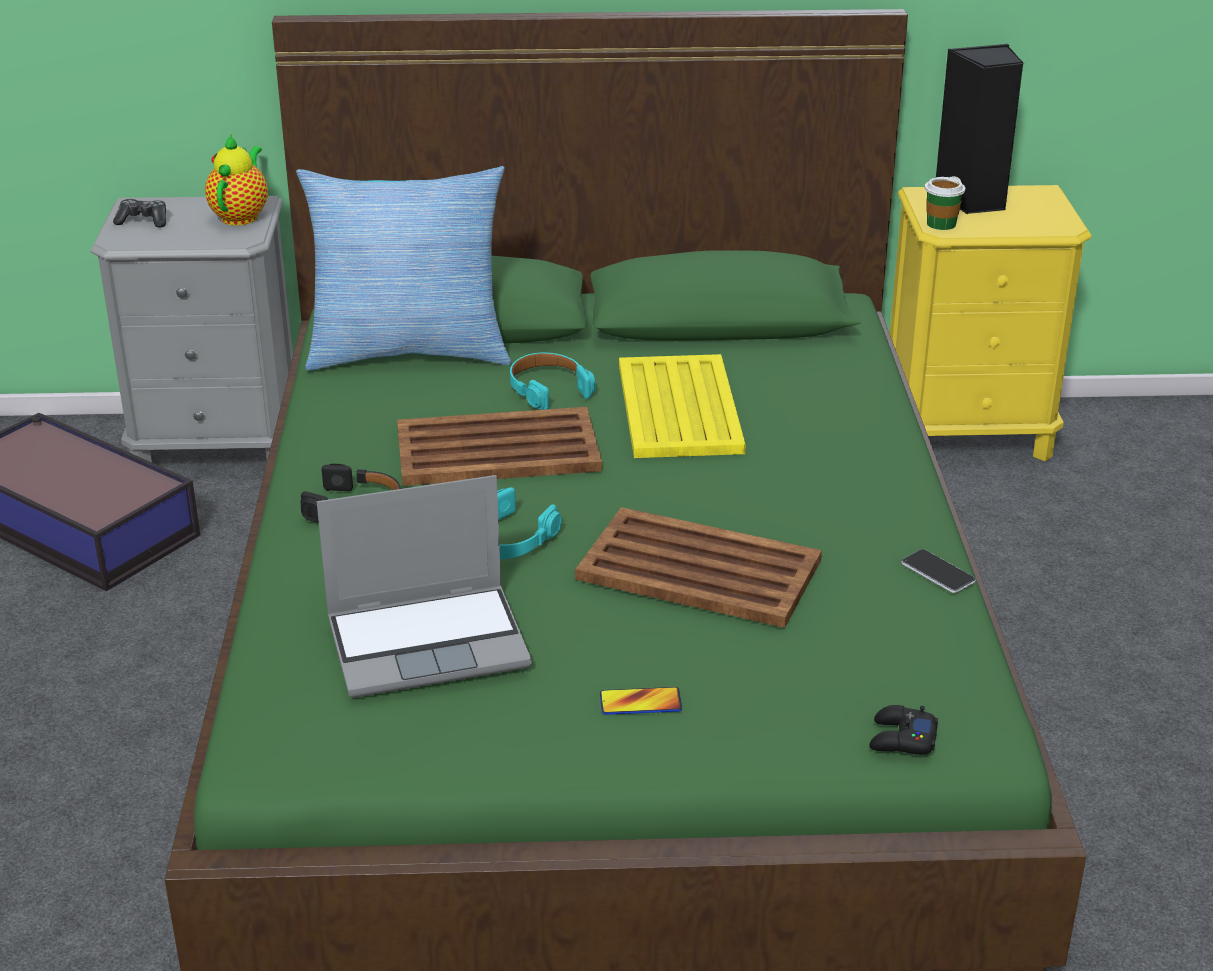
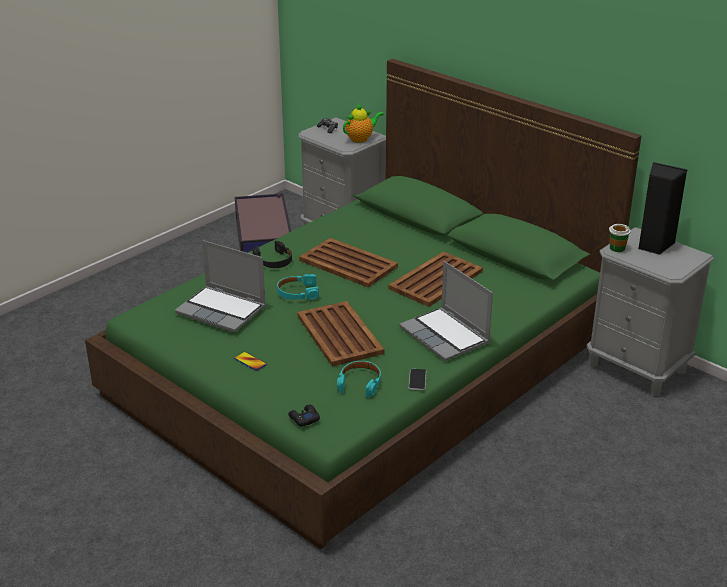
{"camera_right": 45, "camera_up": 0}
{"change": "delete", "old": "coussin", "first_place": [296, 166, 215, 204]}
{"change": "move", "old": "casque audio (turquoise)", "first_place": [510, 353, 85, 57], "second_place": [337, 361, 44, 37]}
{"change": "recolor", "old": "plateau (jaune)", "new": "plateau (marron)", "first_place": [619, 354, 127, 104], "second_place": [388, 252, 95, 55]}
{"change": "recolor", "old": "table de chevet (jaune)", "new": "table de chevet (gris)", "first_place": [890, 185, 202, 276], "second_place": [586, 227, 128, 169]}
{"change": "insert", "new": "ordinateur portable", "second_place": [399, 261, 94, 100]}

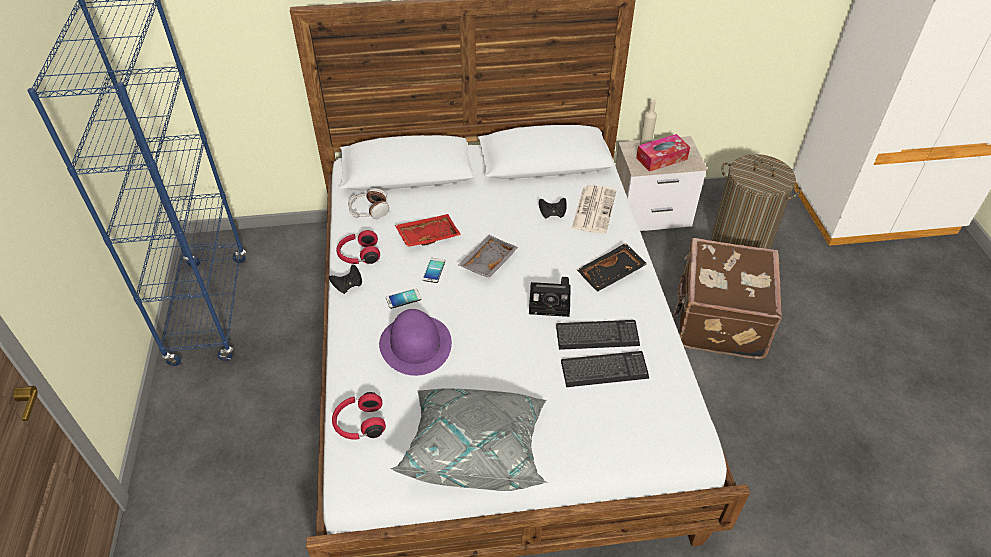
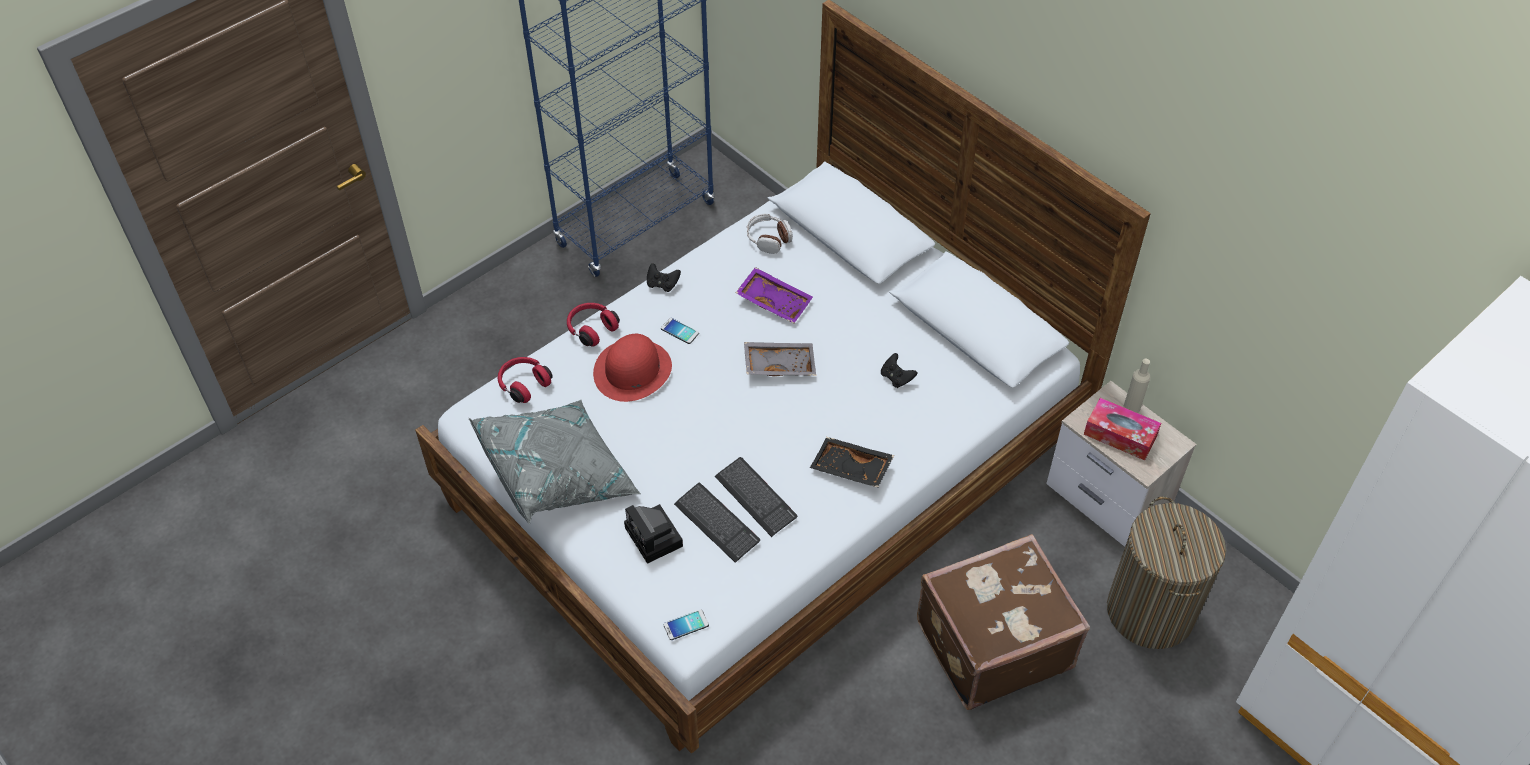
{"camera_right": 55, "camera_up": 5}
{"change": "move", "old": "casque audio (rouge)", "first_place": [337, 230, 43, 34], "second_place": [567, 303, 53, 44]}
{"change": "recolor", "old": "chapeau (violet)", "new": "chapeau (rouge)", "first_place": [379, 309, 73, 67], "second_place": [593, 334, 79, 68]}
{"change": "recolor", "old": "plateau (rouge)", "new": "plateau (violet)", "first_place": [395, 214, 66, 33], "second_place": [736, 267, 77, 57]}
{"change": "move", "old": "téléphone", "first_place": [423, 258, 22, 25], "second_place": [663, 609, 46, 31]}
{"change": "move", "old": "appareil photo", "first_place": [529, 277, 42, 40], "second_place": [624, 504, 59, 60]}
{"change": "delete", "old": "journal", "first_place": [571, 185, 45, 49]}

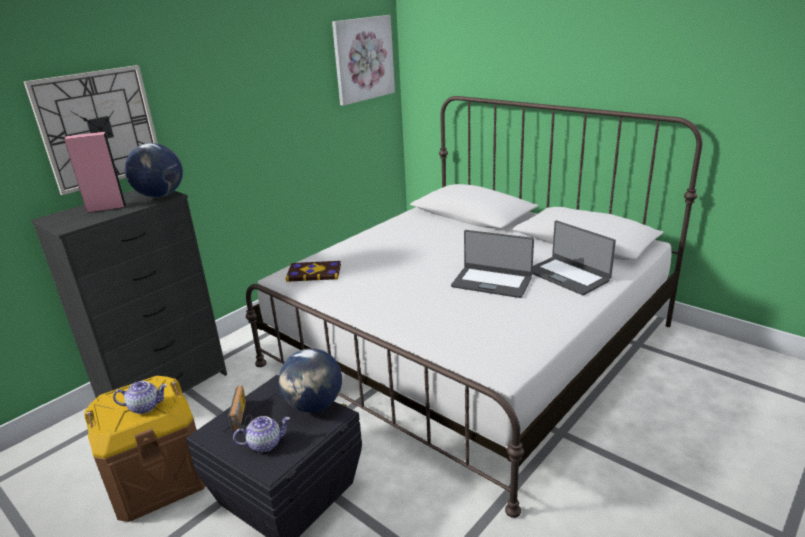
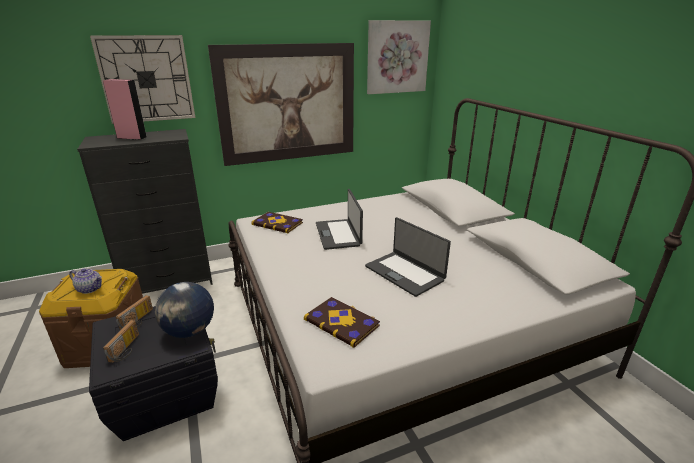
{"camera_right": 25, "camera_up": 0}
{"change": "delete", "old": "globe", "first_place": [125, 143, 58, 55]}
{"change": "replace", "old": "théière", "new": "radio", "first_place": [233, 416, 57, 36], "second_place": [103, 320, 36, 43]}
{"change": "move", "old": "ordinateur portable", "first_place": [532, 220, 84, 75], "second_place": [316, 189, 47, 61]}
{"change": "insert", "new": "tableau", "second_place": [208, 43, 146, 123]}
{"change": "insert", "new": "livre", "second_place": [304, 297, 76, 51]}

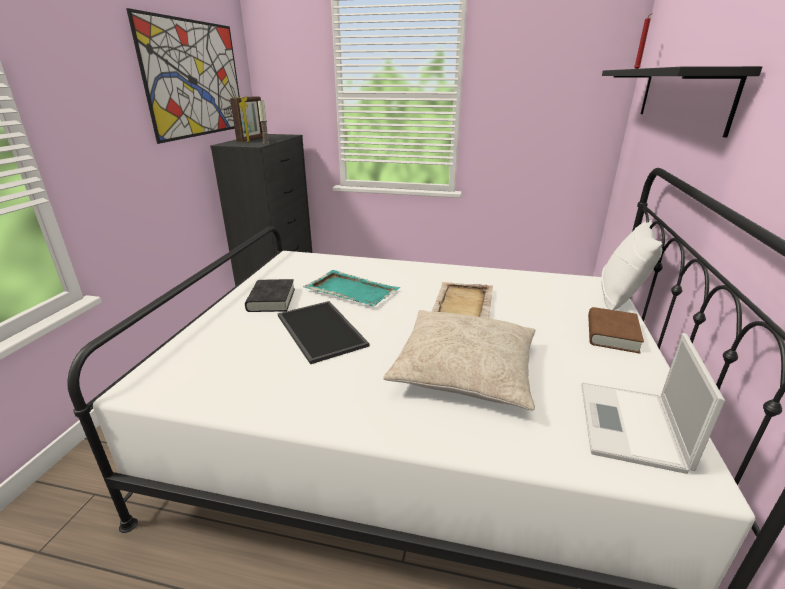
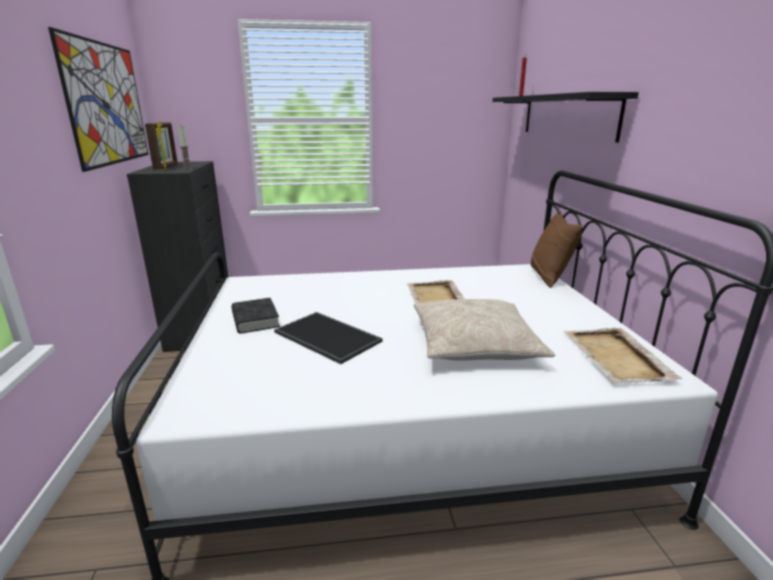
{"camera_right": -20, "camera_up": -5}
{"change": "delete", "old": "plateau (turquoise)", "first_place": [303, 270, 97, 36]}
{"change": "replace", "old": "ordinateur portable", "new": "plateau (beige)", "first_place": [581, 333, 144, 141], "second_place": [563, 328, 119, 54]}
{"change": "delete", "old": "livre (marron)", "first_place": [588, 307, 56, 47]}
{"change": "recolor", "old": "coussin (blanc)", "new": "coussin (marron)", "first_place": [601, 219, 61, 91], "second_place": [531, 211, 52, 77]}

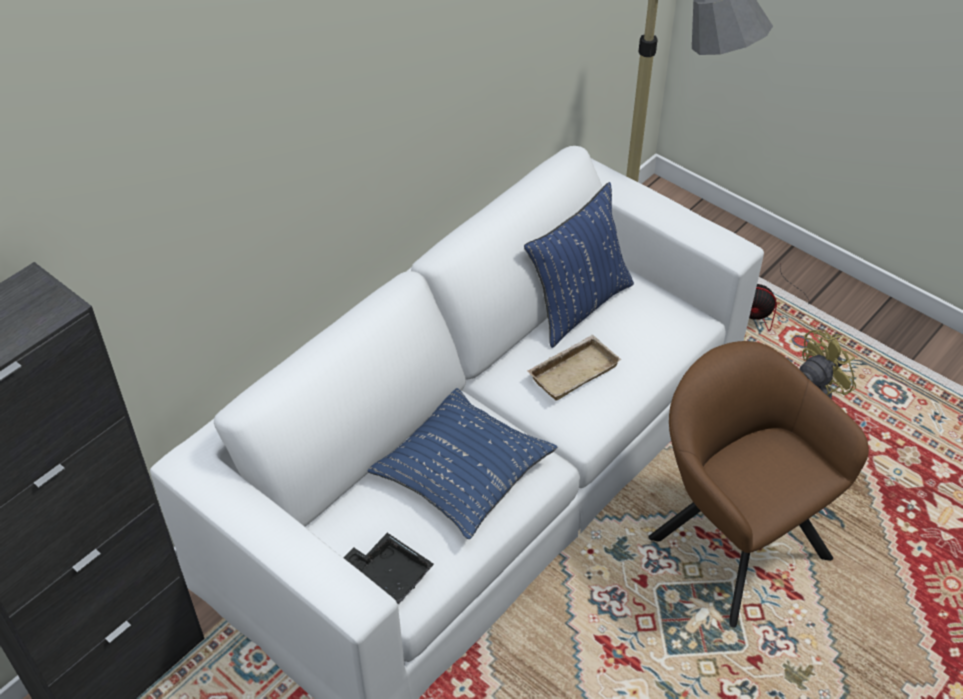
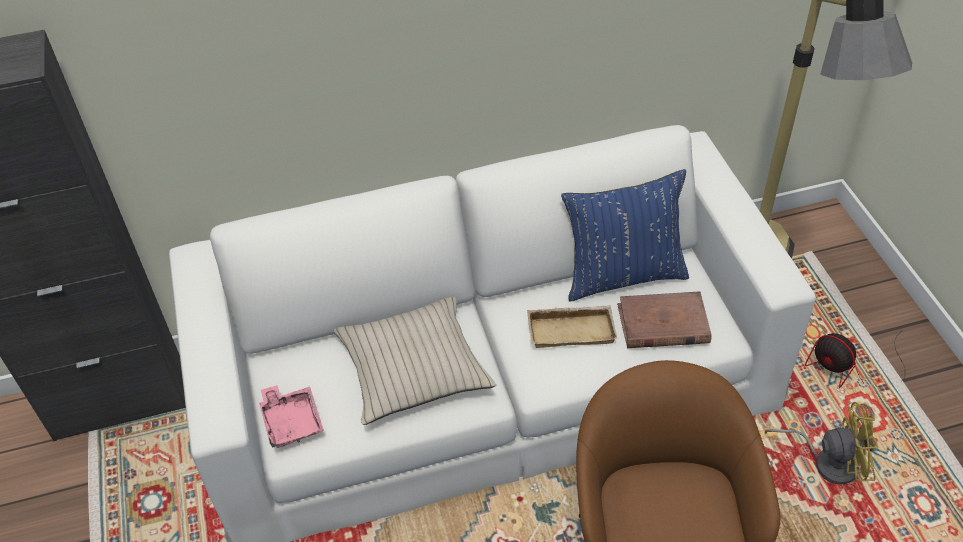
{"camera_right": 35, "camera_up": 0}
{"change": "recolor", "old": "plateau (noir)", "new": "plateau (rose)", "first_place": [344, 533, 90, 71], "second_place": [259, 385, 65, 63]}
{"change": "recolor", "old": "coussin (bleu)", "new": "coussin (beige)", "first_place": [367, 388, 190, 151], "second_place": [333, 297, 163, 128]}
{"change": "insert", "new": "livre (marron)", "second_place": [617, 291, 94, 57]}

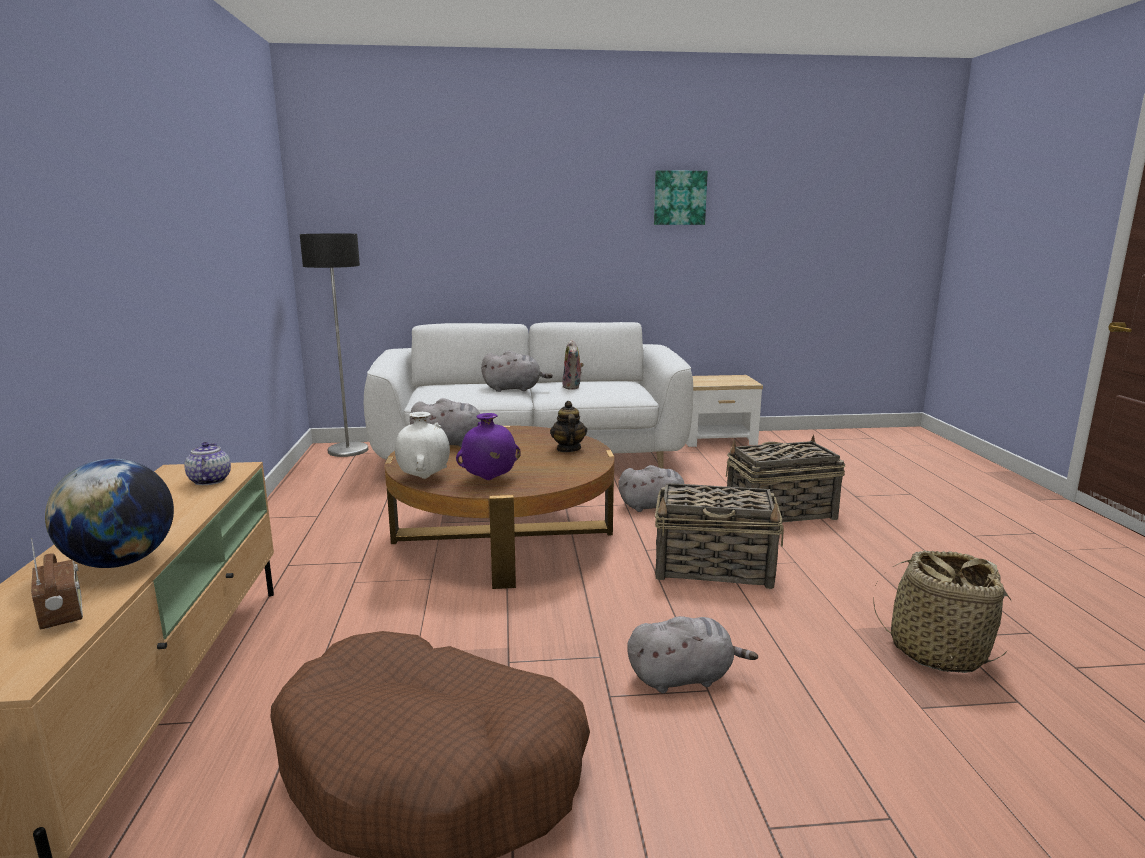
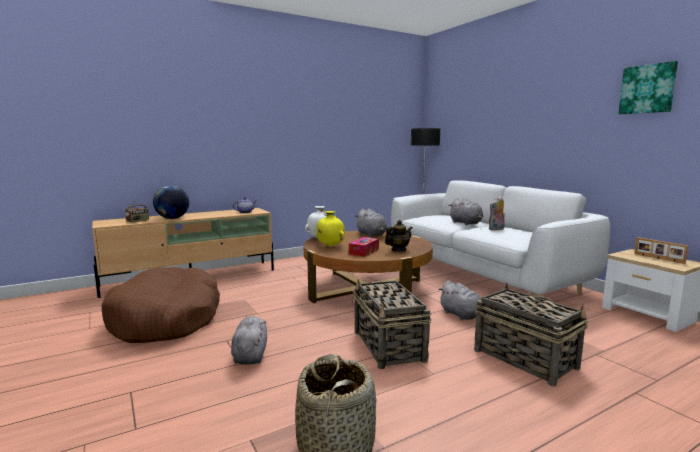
{"camera_right": 65, "camera_up": -5}
{"change": "recolor", "old": "vase (violet)", "new": "vase (jaune)", "first_place": [456, 413, 65, 67], "second_place": [316, 211, 29, 36]}
{"change": "rotate", "old": "peluche (gris)", "first_place": [627, 616, 131, 77], "second_place": [231, 316, 36, 49], "degrees": -150}
{"change": "insert", "new": "boîte à mouchoirs", "second_place": [349, 237, 30, 20]}
{"change": "insert", "new": "cadre photo", "second_place": [634, 237, 54, 27]}

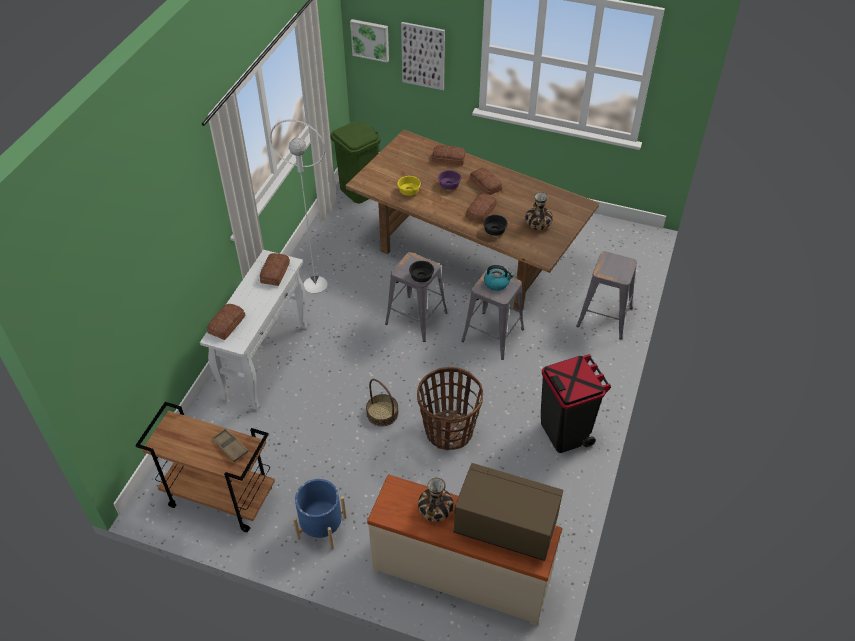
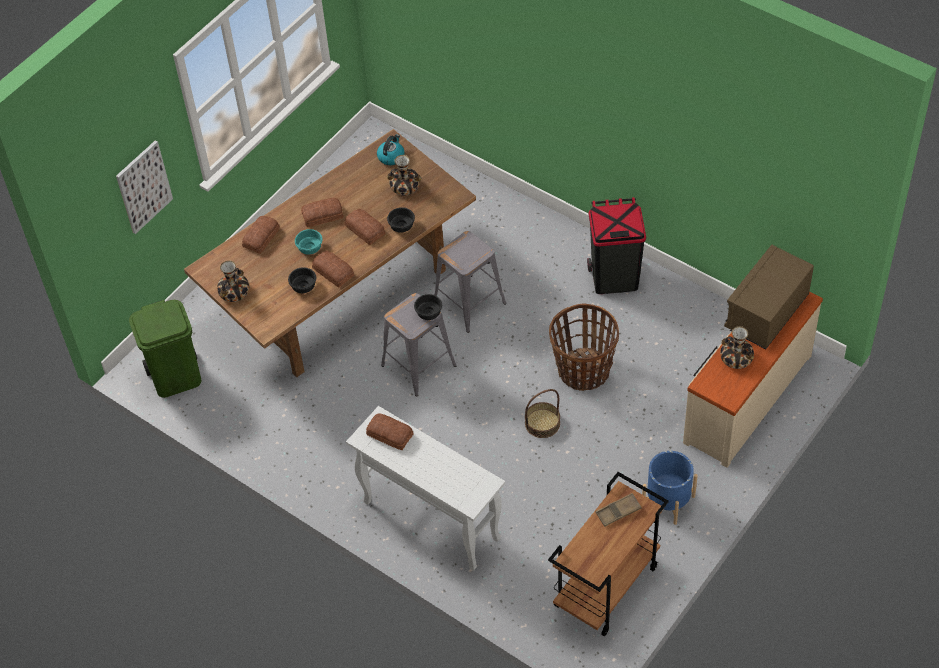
{"camera_right": -70, "camera_up": 5}
{"change": "move", "old": "pain", "first_place": [207, 304, 38, 36], "second_place": [312, 251, 42, 36]}
{"change": "delete", "old": "lampadaire (blanc)", "first_place": [270, 120, 58, 174]}
{"change": "delete", "old": "tableau", "first_place": [350, 19, 39, 44]}
{"change": "recolor", "old": "bol (jaune)", "new": "bol (noir)", "first_place": [397, 176, 24, 20], "second_place": [288, 267, 28, 26]}
{"change": "recolor", "old": "bol (violet)", "new": "bol (turquoise)", "first_place": [438, 170, 23, 20], "second_place": [295, 229, 28, 26]}
{"change": "move", "old": "bouilloire", "first_place": [484, 265, 30, 26], "second_place": [377, 134, 27, 31]}
{"change": "delete", "old": "tabouret (gris)", "first_place": [576, 251, 61, 88]}
{"change": "insert", "new": "vase", "second_place": [217, 261, 32, 41]}

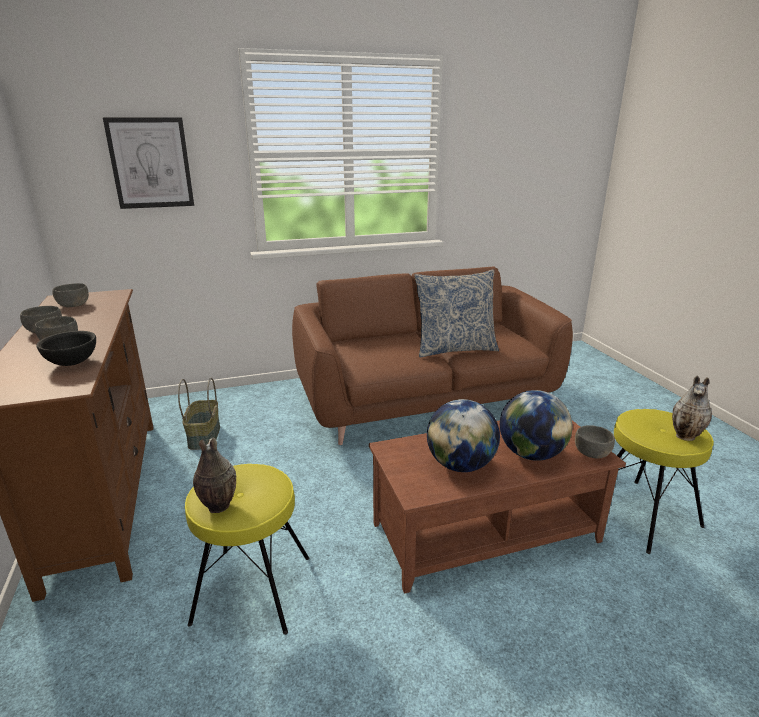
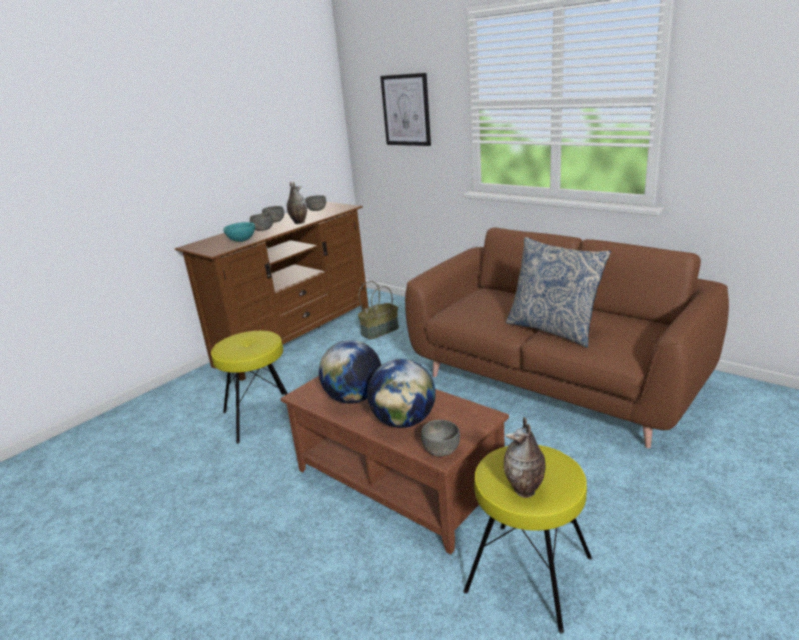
{"camera_right": 60, "camera_up": 0}
{"change": "recolor", "old": "bol (noir)", "new": "bol (turquoise)", "first_place": [36, 331, 60, 35], "second_place": [223, 222, 32, 20]}
{"change": "move", "old": "vase", "first_place": [193, 438, 43, 75], "second_place": [287, 181, 20, 43]}

